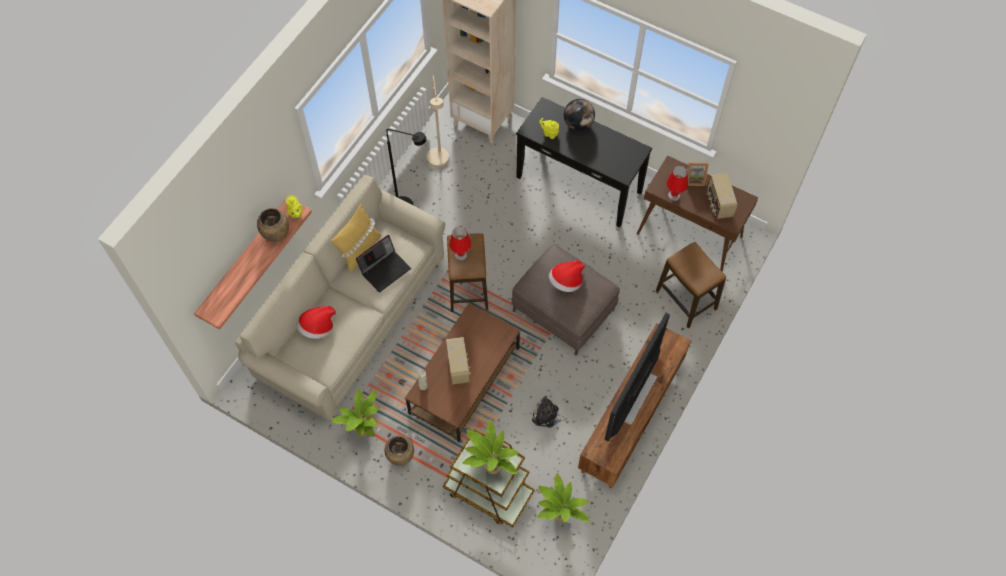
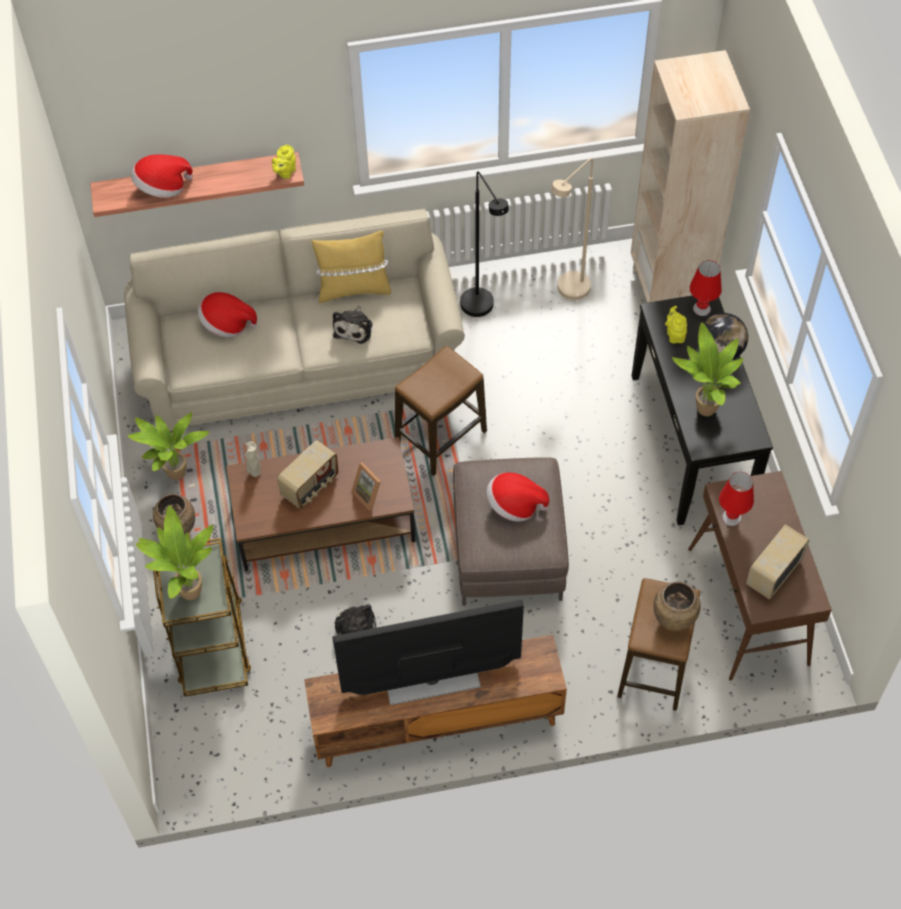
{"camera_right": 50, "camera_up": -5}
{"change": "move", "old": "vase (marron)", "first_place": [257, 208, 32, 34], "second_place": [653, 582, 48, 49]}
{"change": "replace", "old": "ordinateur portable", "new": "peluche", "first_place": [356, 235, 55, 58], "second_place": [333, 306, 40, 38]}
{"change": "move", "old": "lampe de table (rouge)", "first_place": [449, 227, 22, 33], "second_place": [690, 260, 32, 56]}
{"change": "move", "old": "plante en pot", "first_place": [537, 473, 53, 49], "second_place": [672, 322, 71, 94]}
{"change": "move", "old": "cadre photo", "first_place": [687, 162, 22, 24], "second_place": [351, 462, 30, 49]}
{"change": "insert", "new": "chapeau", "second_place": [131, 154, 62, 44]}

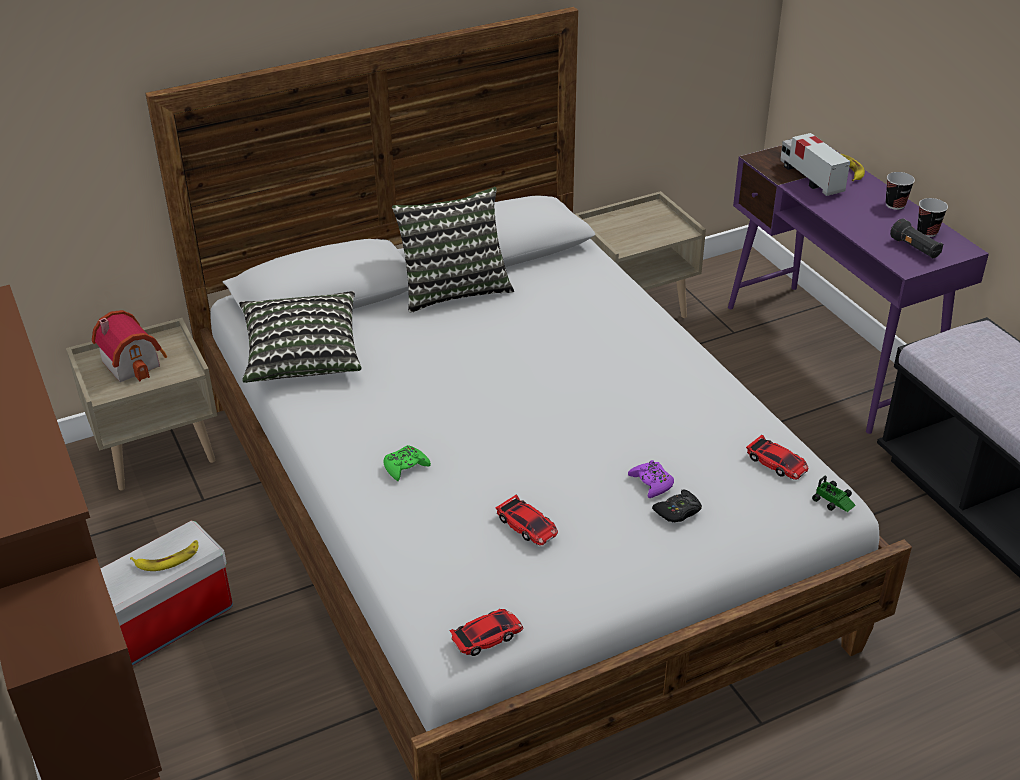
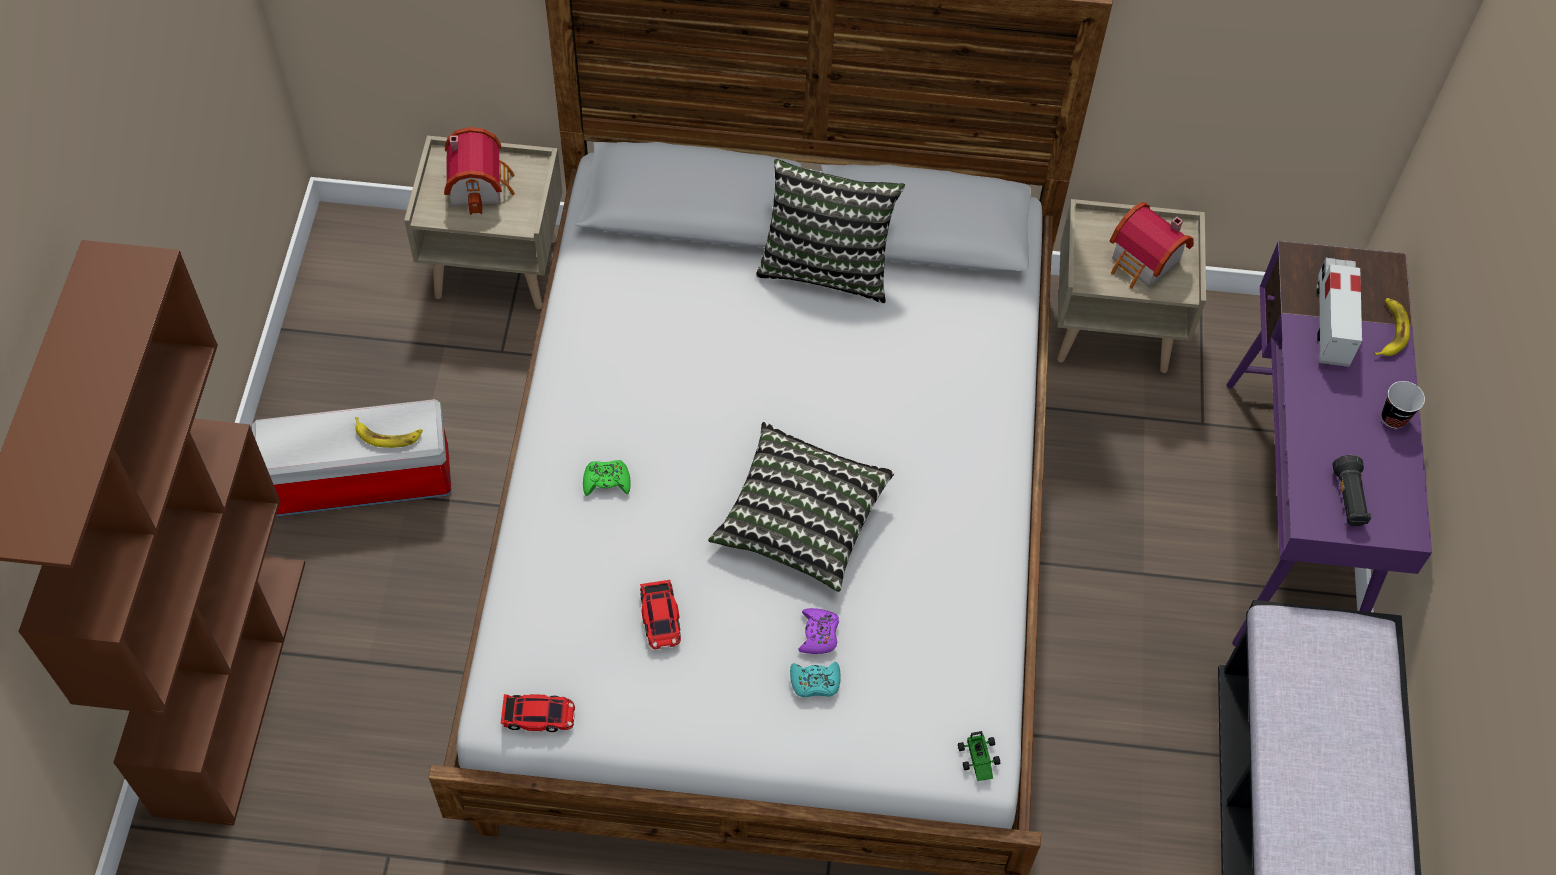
{"camera_right": 30, "camera_up": 20}
{"change": "move", "old": "coussin", "first_place": [239, 291, 123, 92], "second_place": [708, 422, 186, 170]}
{"change": "recolor", "old": "manette (noir)", "new": "manette (turquoise)", "first_place": [652, 489, 50, 33], "second_place": [790, 662, 51, 35]}
{"change": "delete", "old": "petite voiture", "first_place": [746, 435, 62, 45]}
{"change": "delete", "old": "tasse", "first_place": [917, 198, 31, 39]}
{"change": "insert", "new": "maison miniature", "second_place": [1110, 202, 84, 87]}

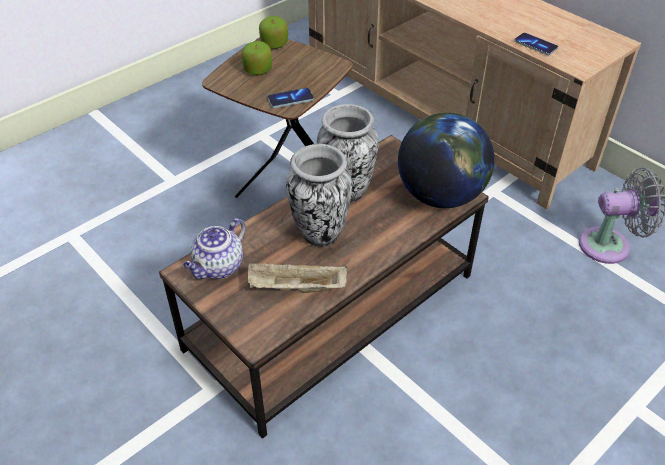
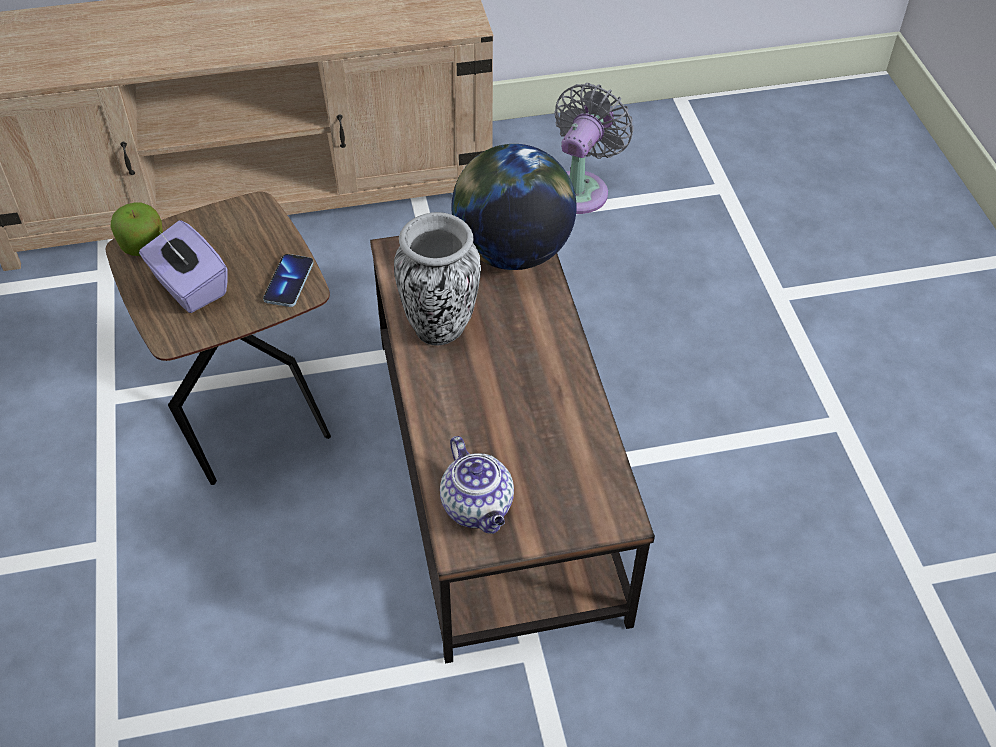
{"camera_right": -60, "camera_up": 5}
{"change": "replace", "old": "pomme", "new": "boîte à mouchoirs (violet)", "first_place": [241, 41, 31, 34], "second_place": [139, 220, 89, 93]}
{"change": "delete", "old": "plateau (beige)", "first_place": [248, 263, 99, 30]}
{"change": "delete", "old": "vase", "first_place": [286, 144, 66, 103]}
{"change": "delete", "old": "téléphone", "first_place": [514, 33, 44, 22]}

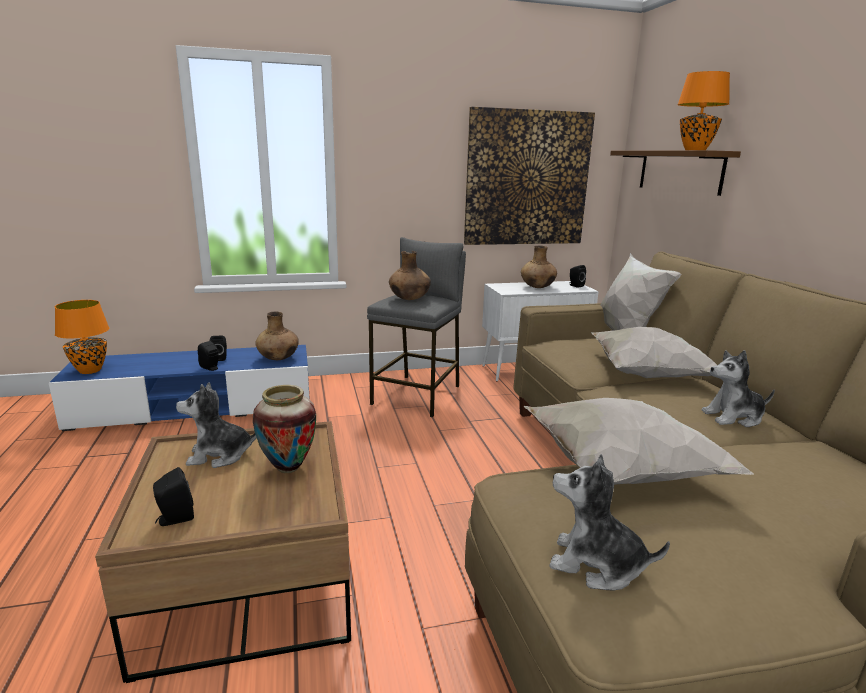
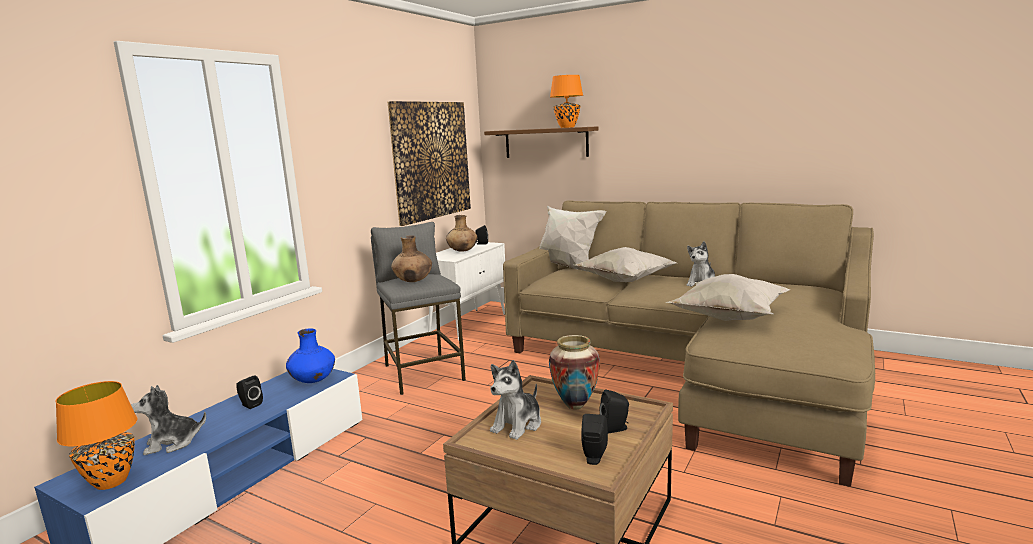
{"camera_right": -45, "camera_up": -5}
{"change": "move", "old": "enceinte (noir)", "first_place": [198, 341, 21, 30], "second_place": [600, 390, 29, 44]}
{"change": "recolor", "old": "vase (marron)", "new": "vase (bleu)", "first_place": [255, 312, 44, 48], "second_place": [286, 328, 49, 55]}
{"change": "move", "old": "peluche", "first_place": [549, 454, 121, 137], "second_place": [131, 385, 75, 70]}

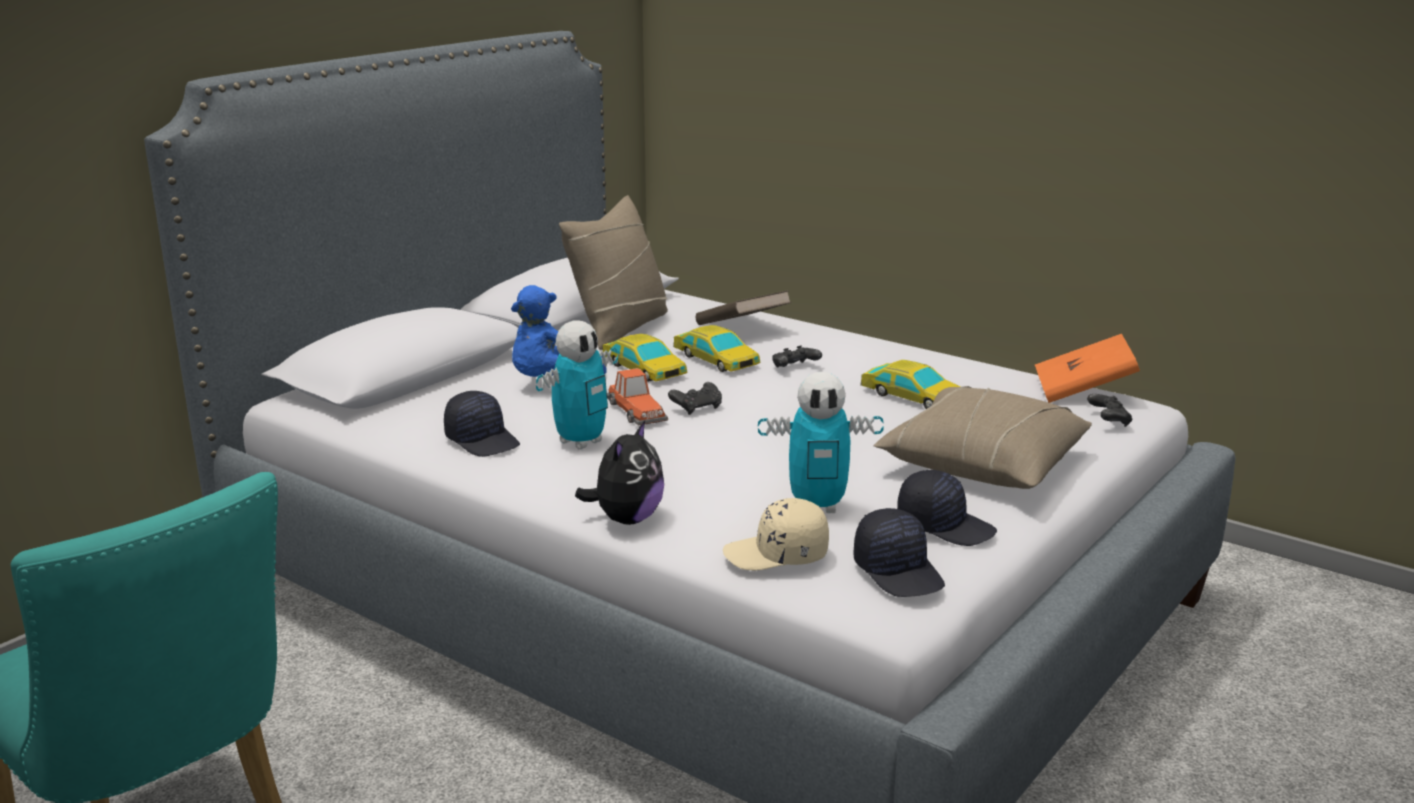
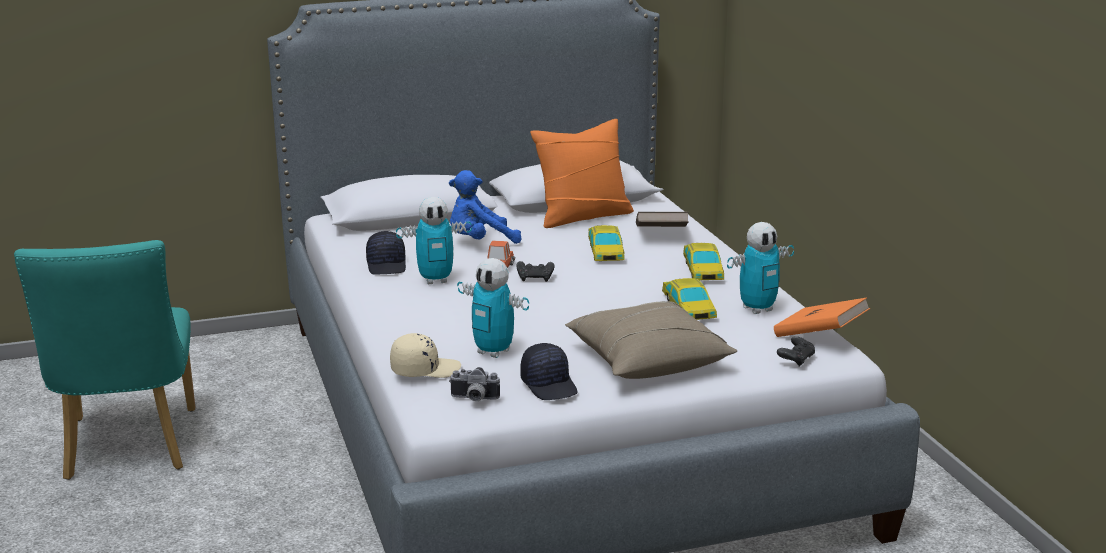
{"camera_right": 35, "camera_up": 0}
{"change": "recolor", "old": "coussin (beige)", "new": "coussin (orange)", "first_place": [559, 195, 109, 155], "second_place": [530, 119, 104, 109]}
{"change": "delete", "old": "peluche", "first_place": [575, 421, 89, 104]}
{"change": "move", "old": "petite voiture", "first_place": [602, 334, 86, 48], "second_place": [683, 243, 41, 37]}
{"change": "rotate", "old": "casquette (beige)", "first_place": [723, 498, 106, 72], "second_place": [390, 333, 71, 45], "degrees": 135}
{"change": "delete", "old": "manette (noir)", "first_place": [772, 345, 50, 23]}
{"change": "replace", "old": "casquette (noir)", "new": "appareil photo", "first_place": [853, 508, 92, 89], "second_place": [449, 367, 51, 34]}
{"change": "insert", "new": "robot jouet", "second_place": [727, 222, 67, 92]}

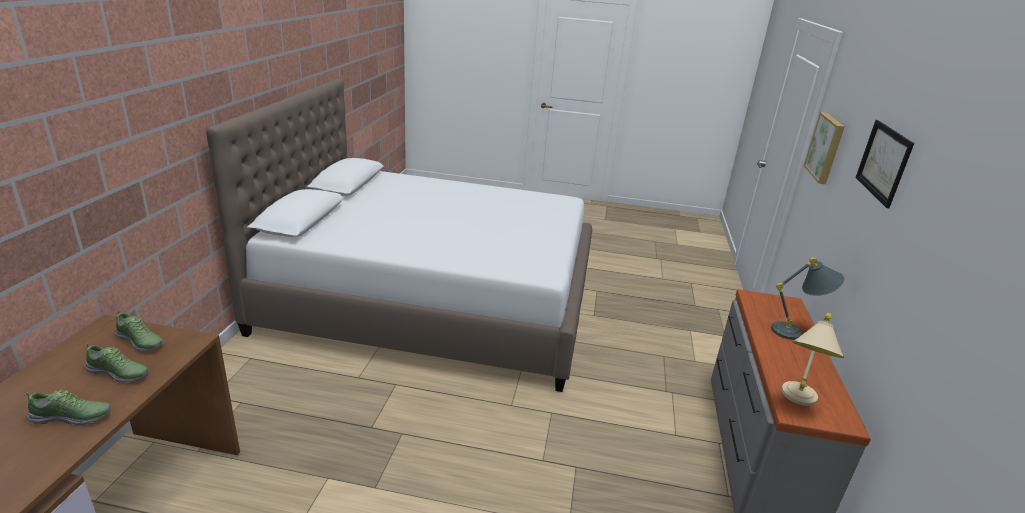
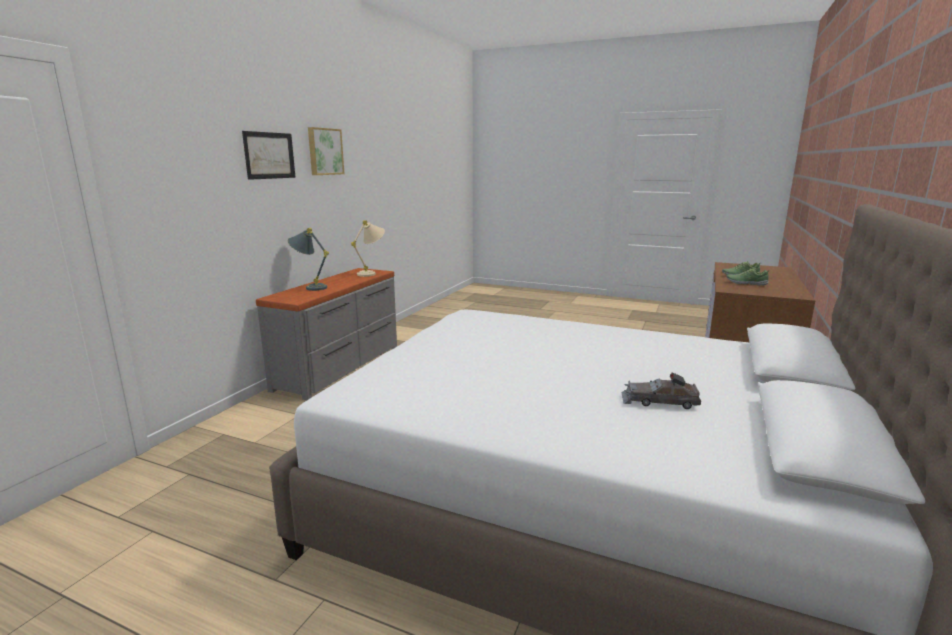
{"camera_right": -165, "camera_up": -10}
{"change": "delete", "old": "chaussure", "first_place": [115, 311, 49, 40]}
{"change": "move", "old": "tableau", "first_place": [804, 112, 41, 72], "second_place": [308, 127, 36, 48]}
{"change": "insert", "new": "petite voiture (gris)", "second_place": [621, 373, 80, 36]}

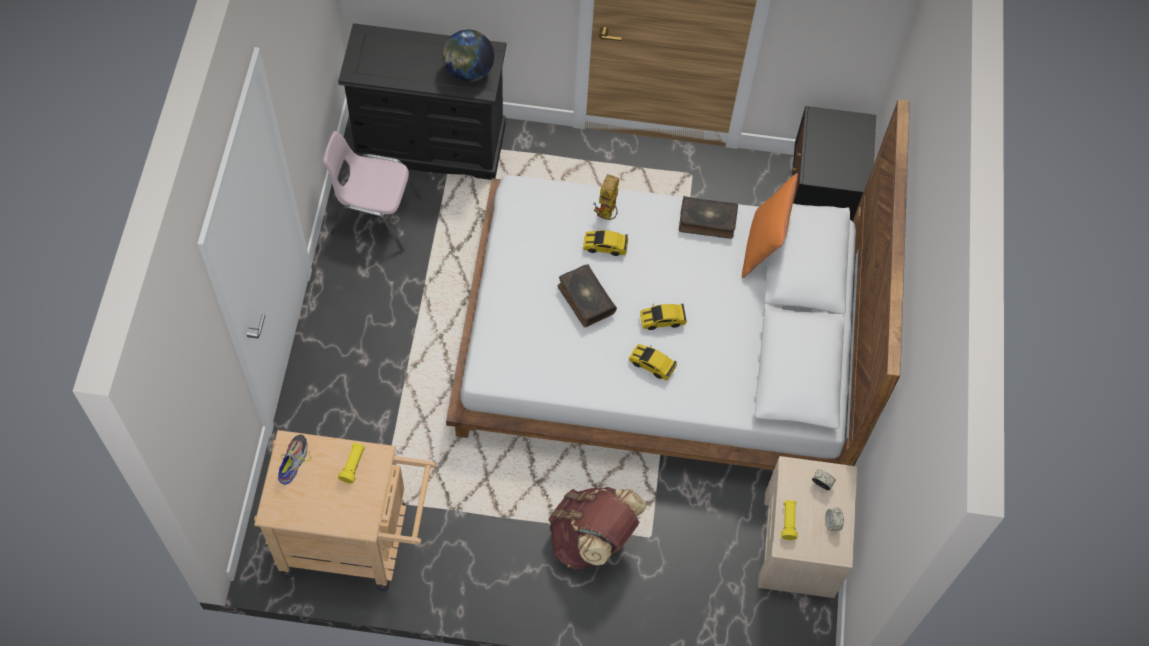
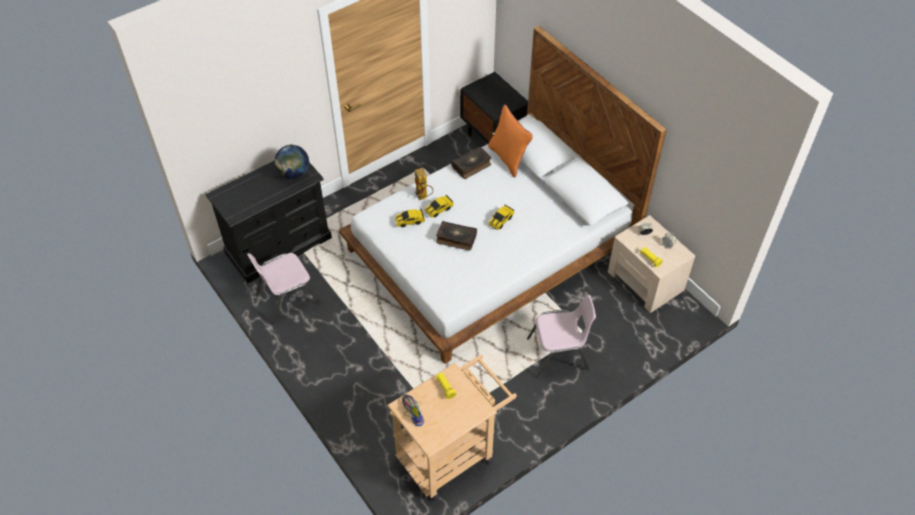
{"camera_right": -40, "camera_up": -10}
{"change": "replace", "old": "sac à dos (marron)", "new": "chaise (rose)", "first_place": [549, 487, 98, 82], "second_place": [527, 295, 69, 83]}
{"change": "move", "old": "petite voiture", "first_place": [629, 344, 48, 37], "second_place": [395, 209, 30, 18]}

